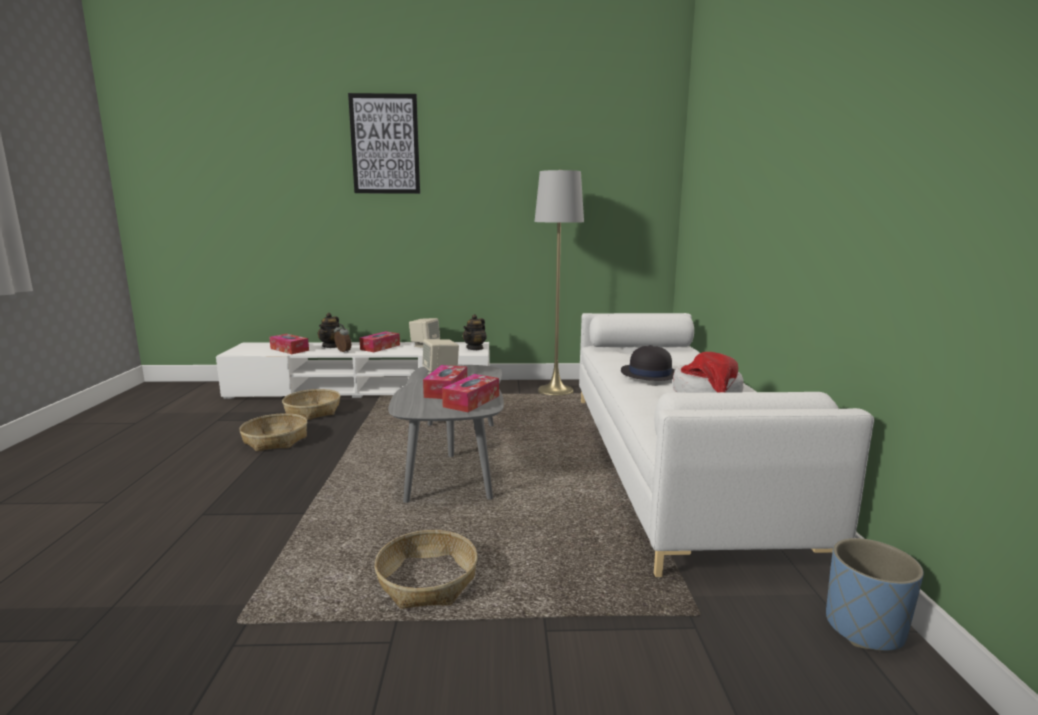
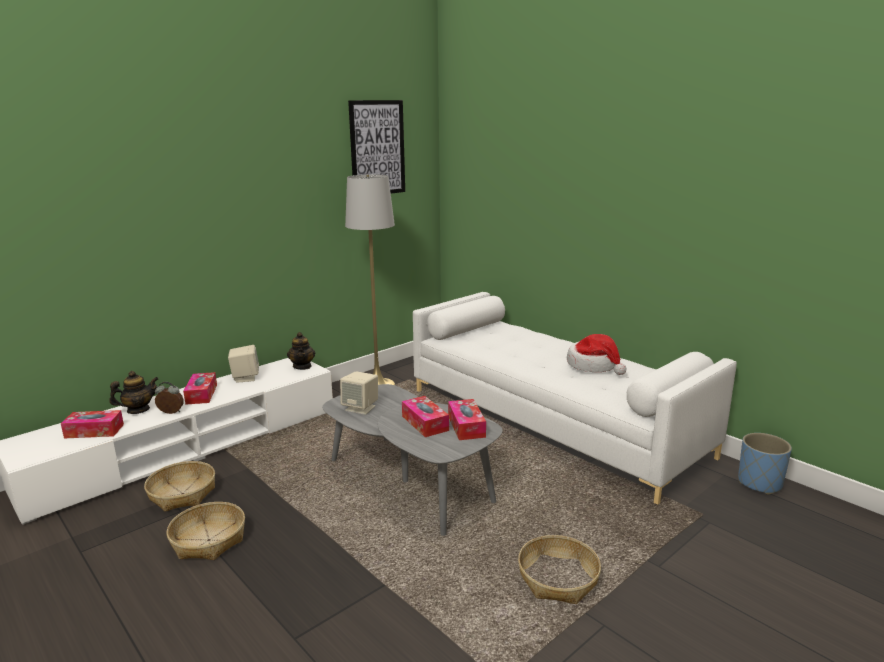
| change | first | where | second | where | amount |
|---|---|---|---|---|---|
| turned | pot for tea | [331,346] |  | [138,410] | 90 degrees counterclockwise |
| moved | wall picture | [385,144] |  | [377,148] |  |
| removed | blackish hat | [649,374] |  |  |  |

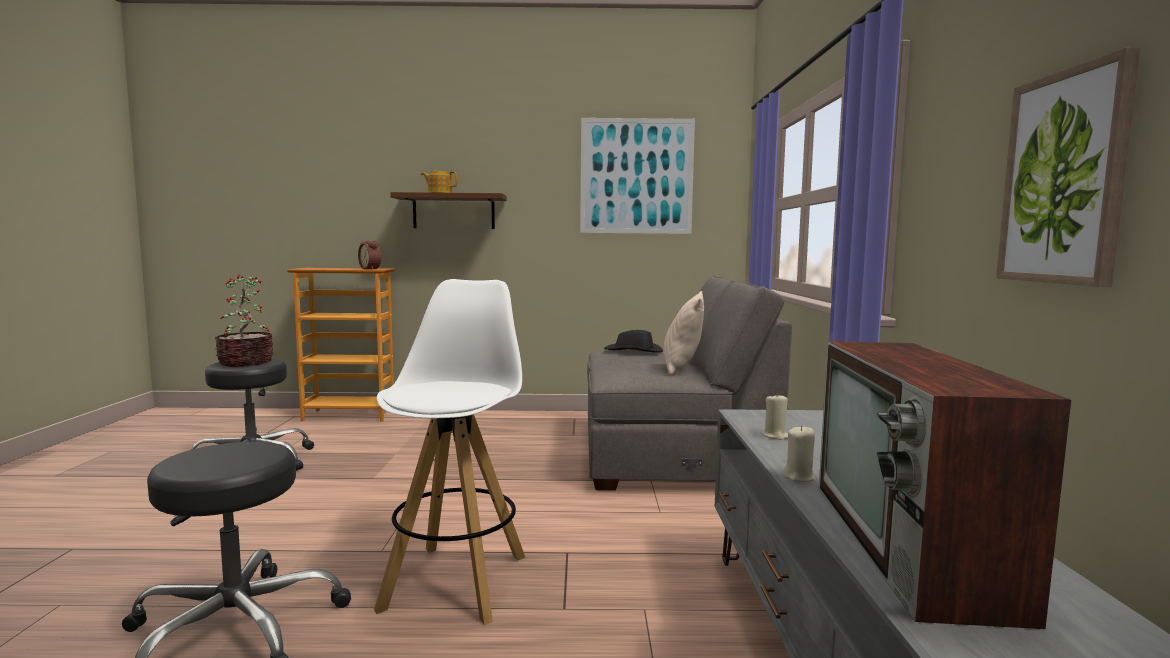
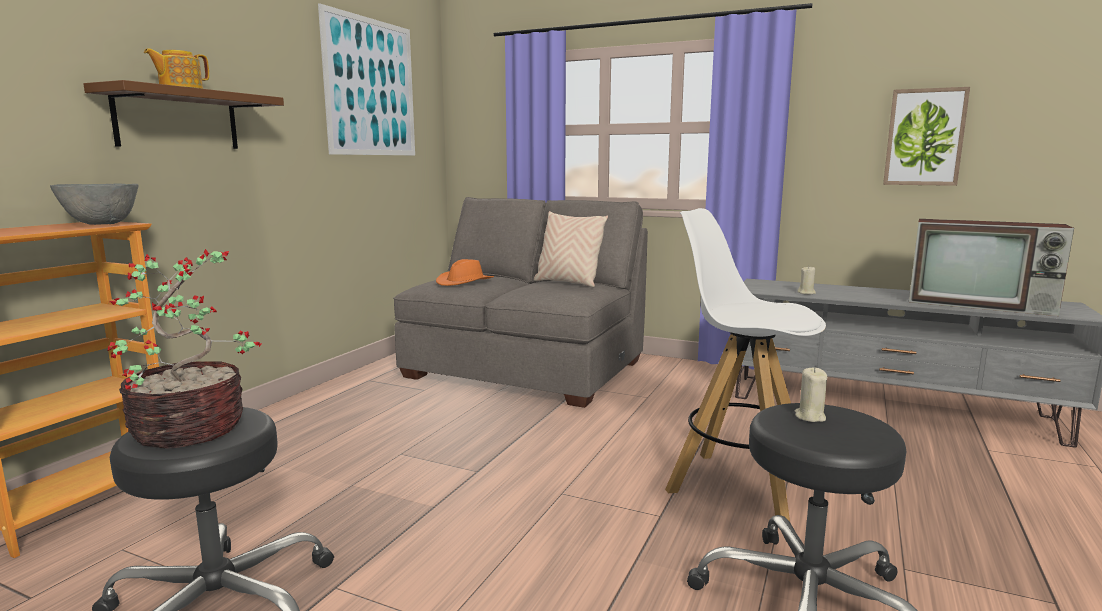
| change | first | where | second | where | amount |
|---|---|---|---|---|---|
| replaced | bedside clock | [371,269] | greyish deep dish | [102,224] |  |
| recoloured | blackish hat | [633,351] | orange hat | [465,282] |  |
| moved | sand-coloured wax light | [799,477] |  | [809,416] |  |

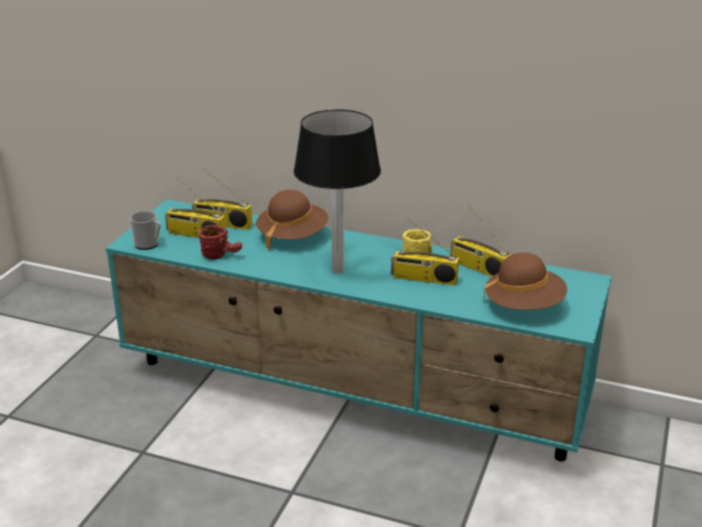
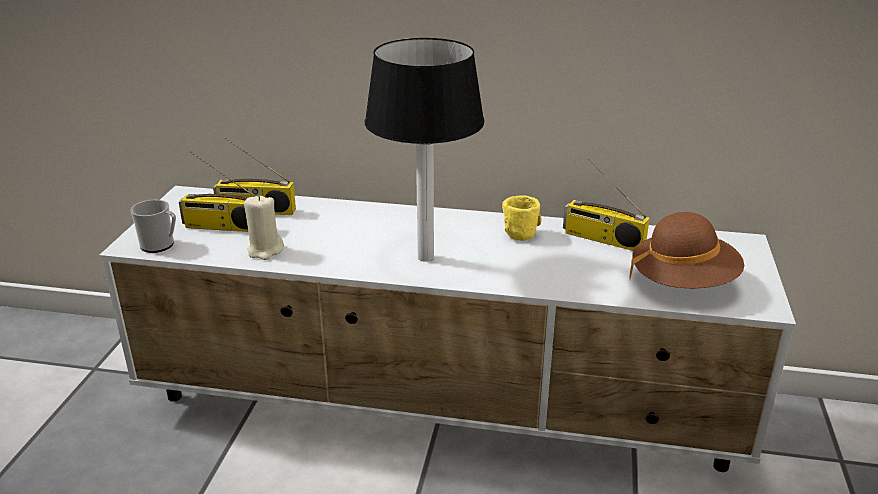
| change | first | where | second | where | amount |
|---|---|---|---|---|---|
| recoloured | turquoise tv stand | [353,392] | white-coloured tv stand | [442,409] |  |
| replaced | reddish mug | [222,255] | sand-coloured wax light | [265,250] |  |
| removed | brown hat | [292,236] |  |  |  |
| removed | radio | [423,279] |  |  |  |

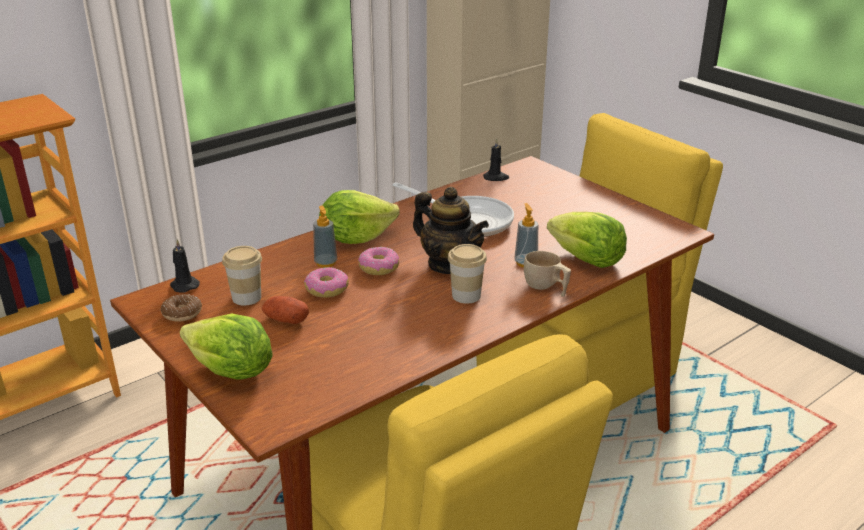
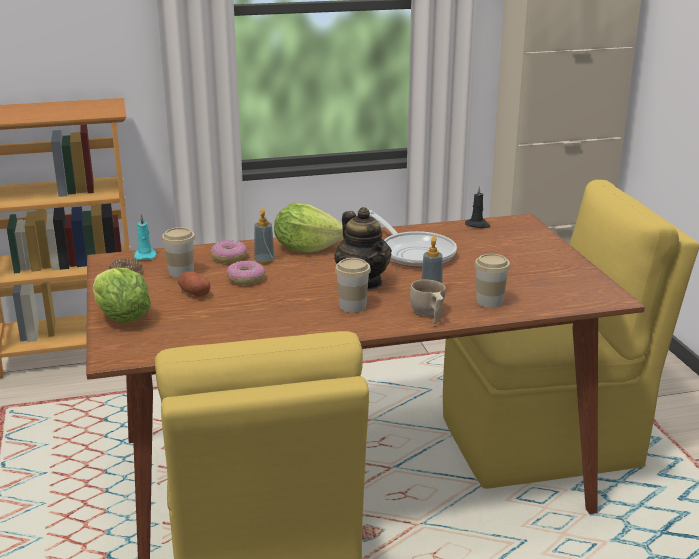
| change | first | where | second | where | amount |
|---|---|---|---|---|---|
| recoloured | blackish wax light | [184,285] | turquoise wax light | [145,255] |  |
| moved | doughnut | [379,268] |  | [229,258] |  |
| replaced | lettuce | [586,259] | small cup | [489,302] |  |

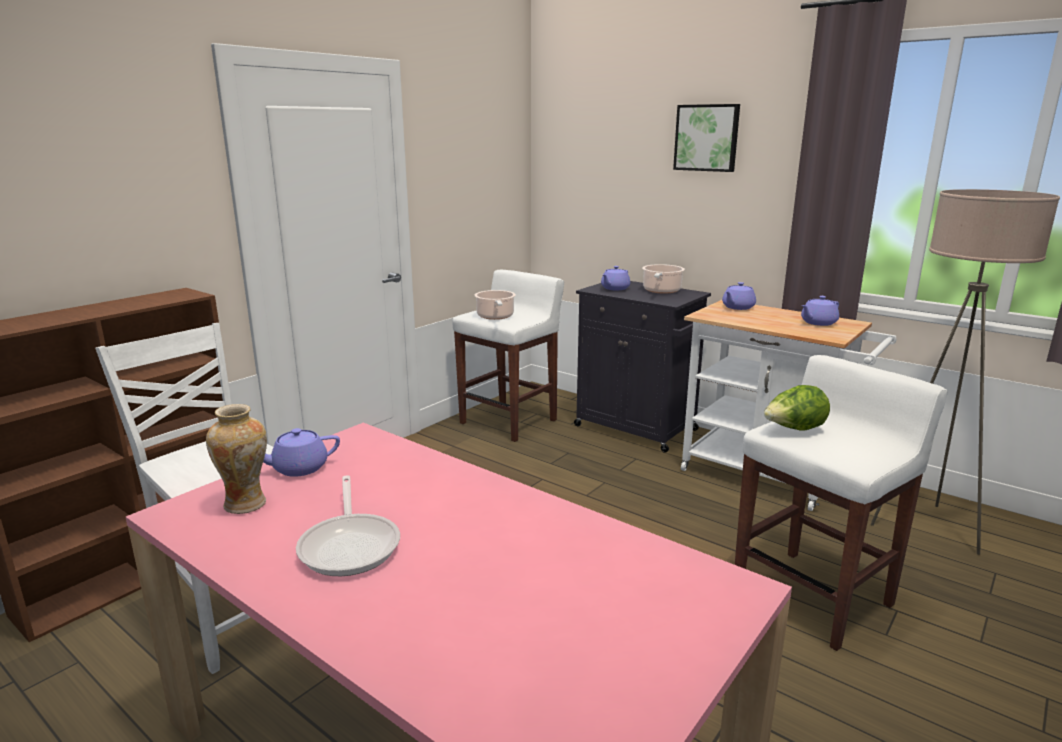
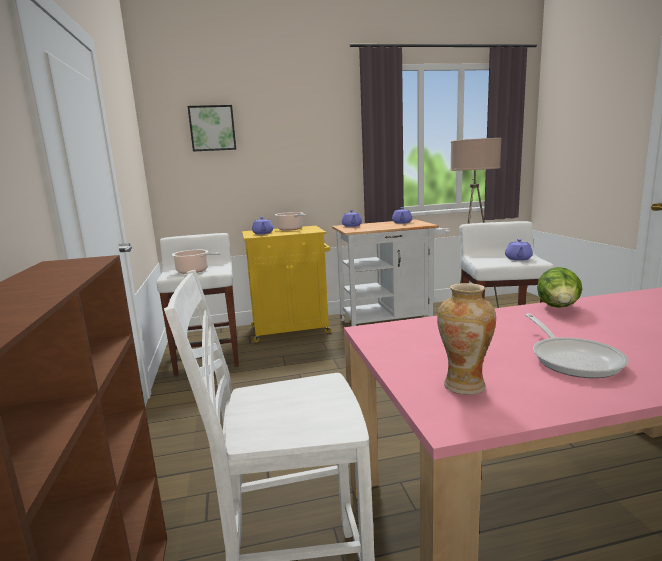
| change | first | where | second | where | amount |
|---|---|---|---|---|---|
| moved | wall picture | [707,138] |  | [212,128] |  |
| recoloured | blackish storage cabinet | [638,428] | yellowish storage cabinet | [292,329] |  |
| moved | purplish pot for tea | [298,468] |  | [518,259] |  |
| turned | pan | [350,545] |  | [572,359] | 60 degrees clockwise |
| moved | lettuce | [794,430] |  | [558,308] |  |

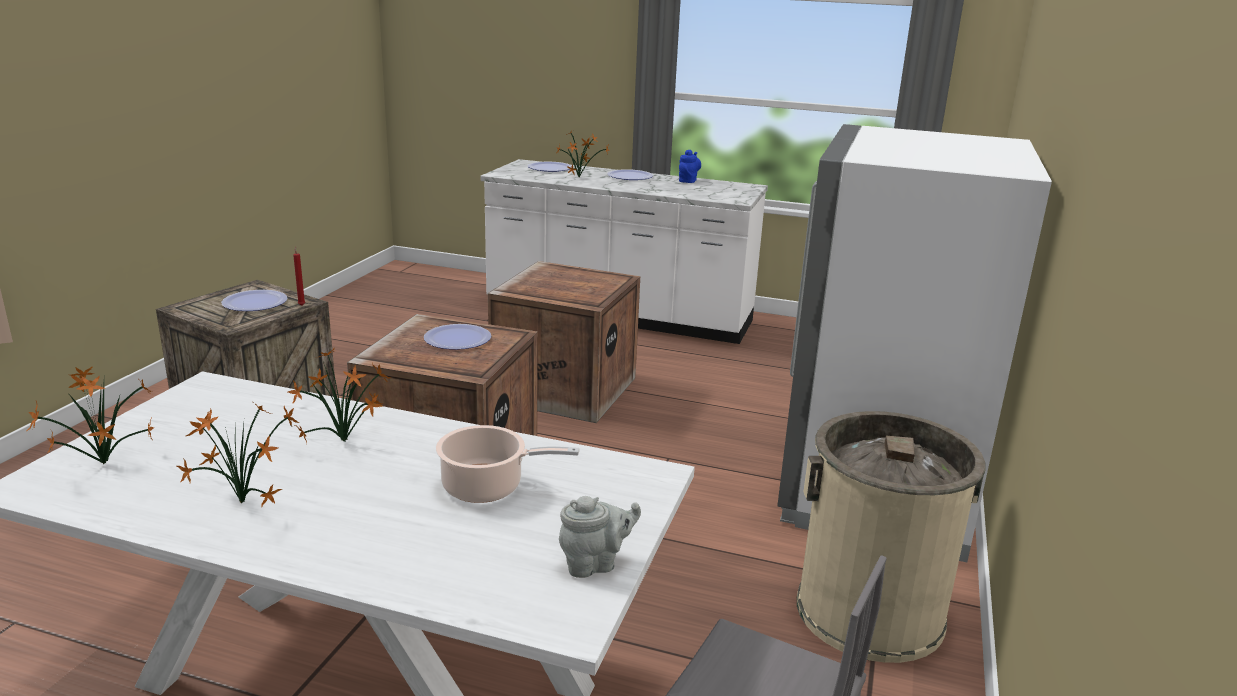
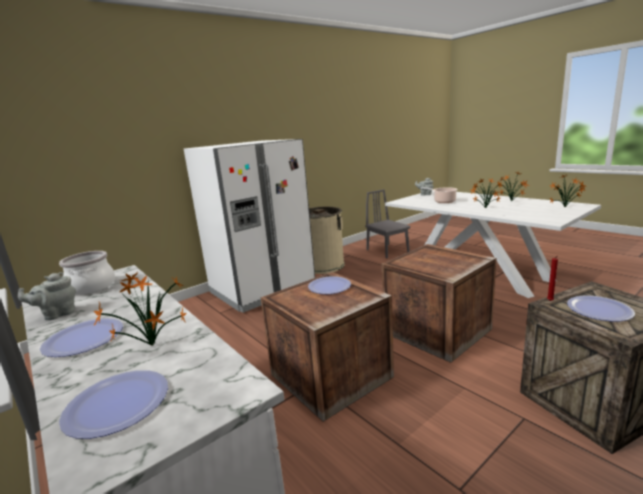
| change | first | where | second | where | amount |
|---|---|---|---|---|---|
| recoloured | bluish pot for tea | [688,180] | greyish pot for tea | [57,314] |  |
| added |  |  | cooking pot | [91,287] |  |
| moved | dinner plate | [457,339] |  | [329,286] |  |

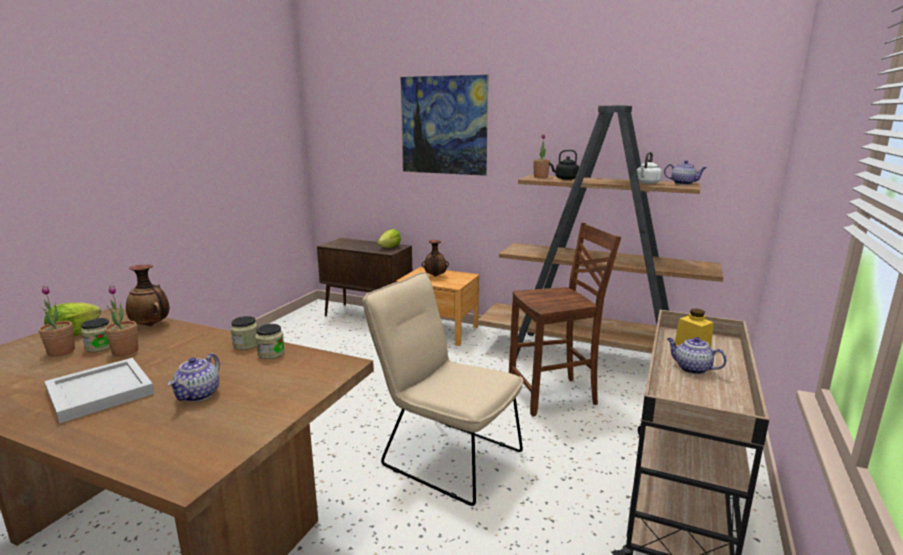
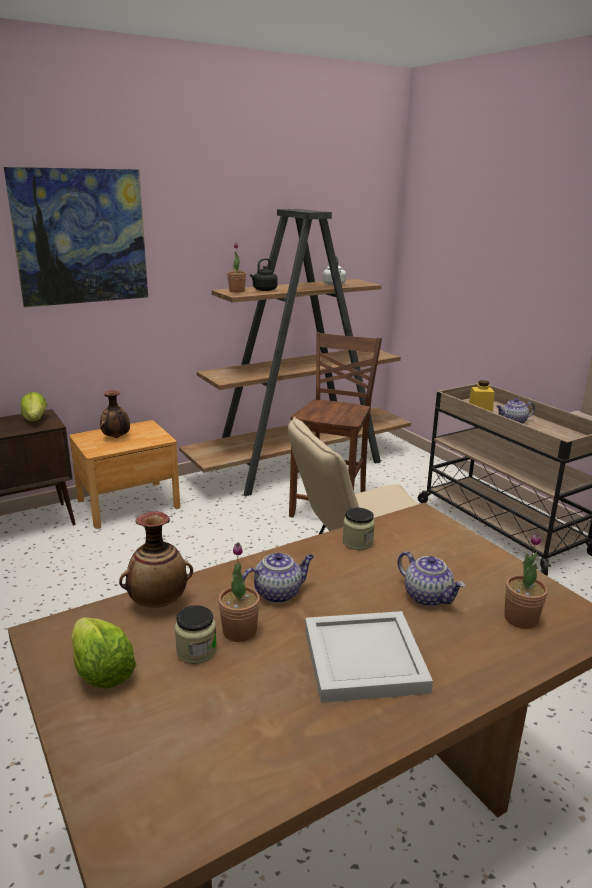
| change | first | where | second | where | amount |
|---|---|---|---|---|---|
| moved | pot for tea | [683,183] |  | [278,593] |  |
| moved | houseplant | [61,351] |  | [521,619] |  |
| removed | storage jar | [246,345] |  |  |  |

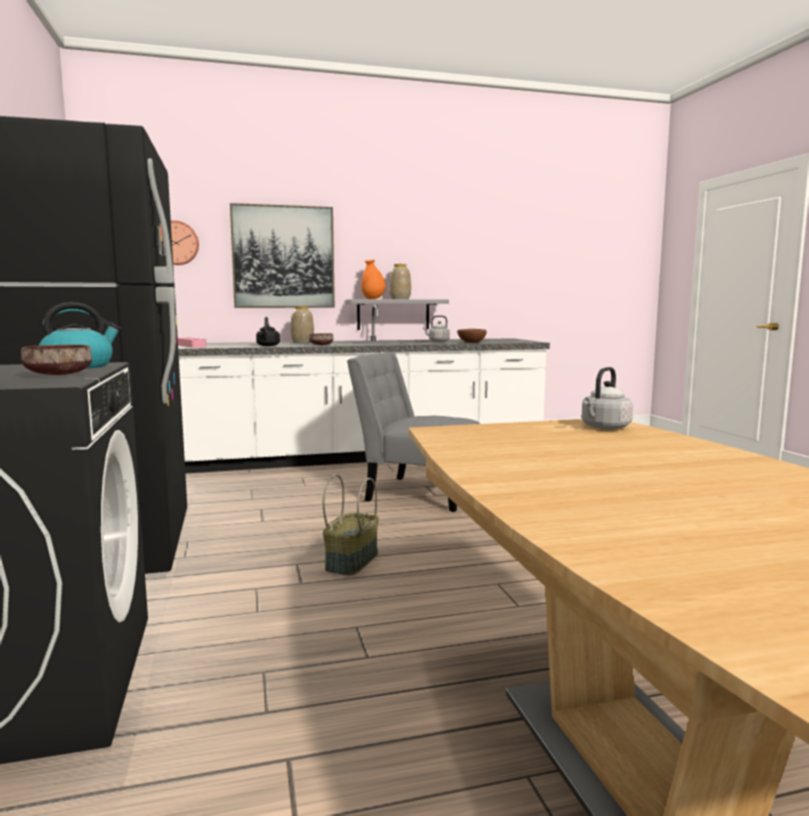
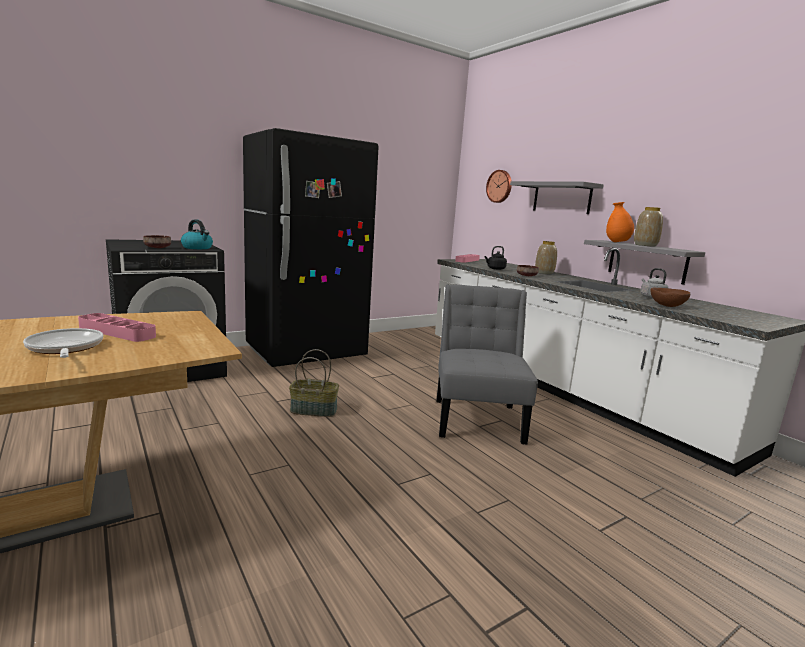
| change | first | where | second | where | amount |
|---|---|---|---|---|---|
| added |  |  | pan | [65,348] |  |
| added |  |  | pink tray | [117,332] |  |
| replaced | wall picture | [283,257] | greyish wall shelf | [561,198] |  |
| removed | greyish water kettle | [604,427] |  |  |  |

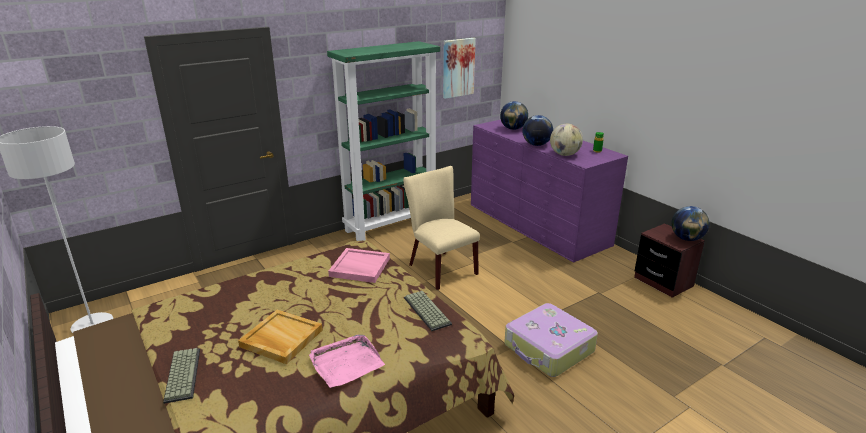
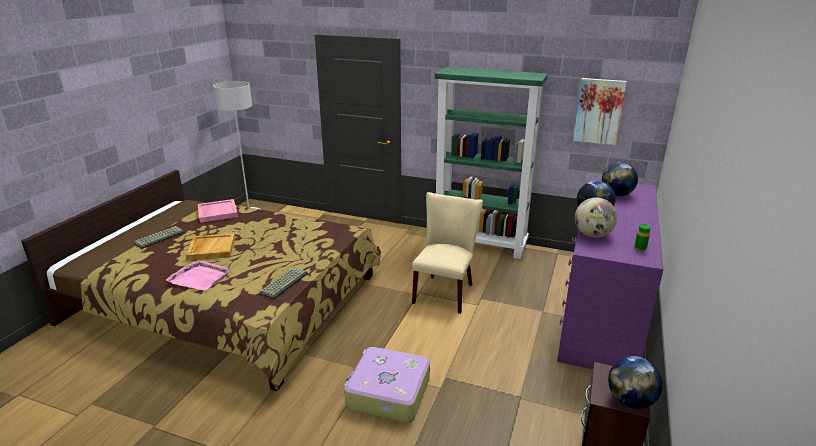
| change | first | where | second | where | amount |
|---|---|---|---|---|---|
| moved | pink tray | [359,267] |  | [217,212] |  |

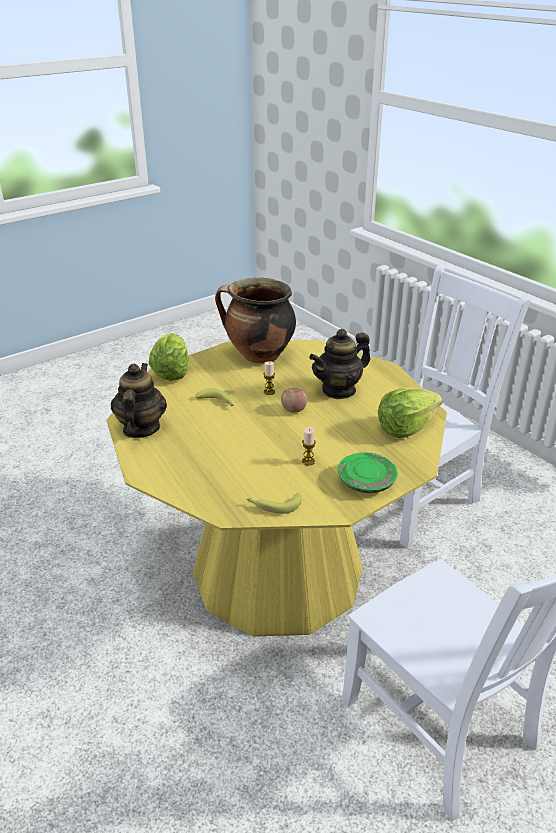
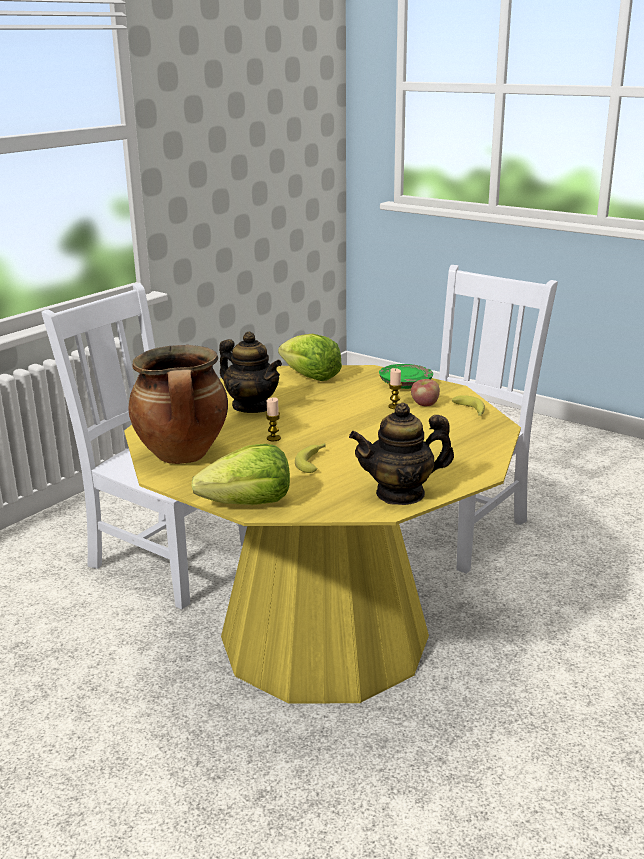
| change | first | where | second | where | amount |
|---|---|---|---|---|---|
| moved | apple | [293,409] |  | [425,404] |  |

